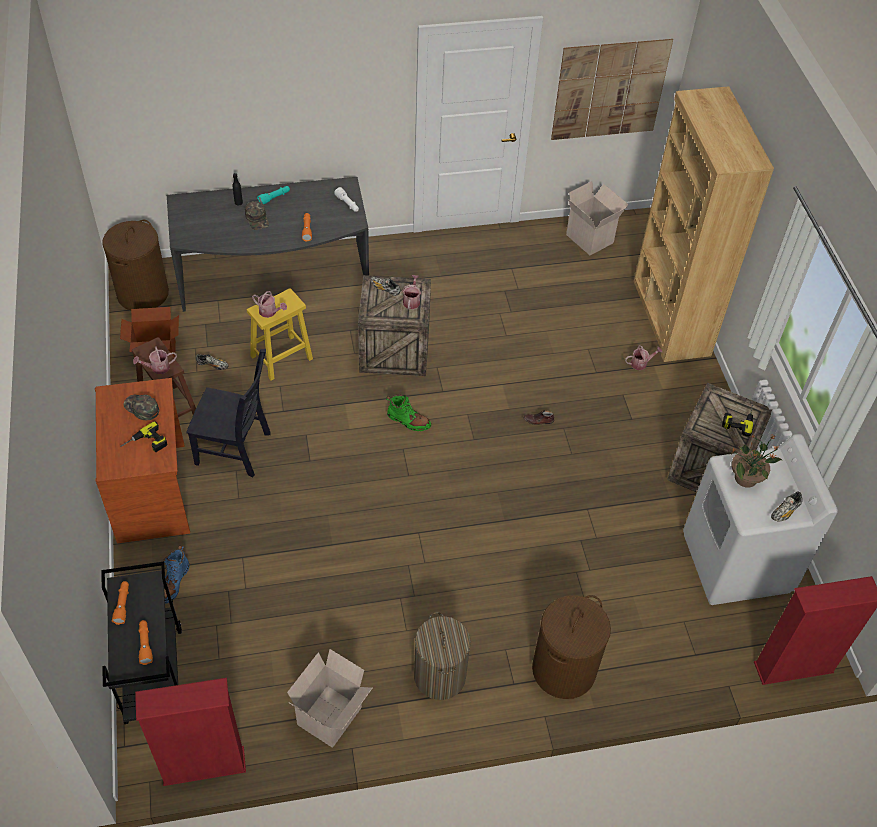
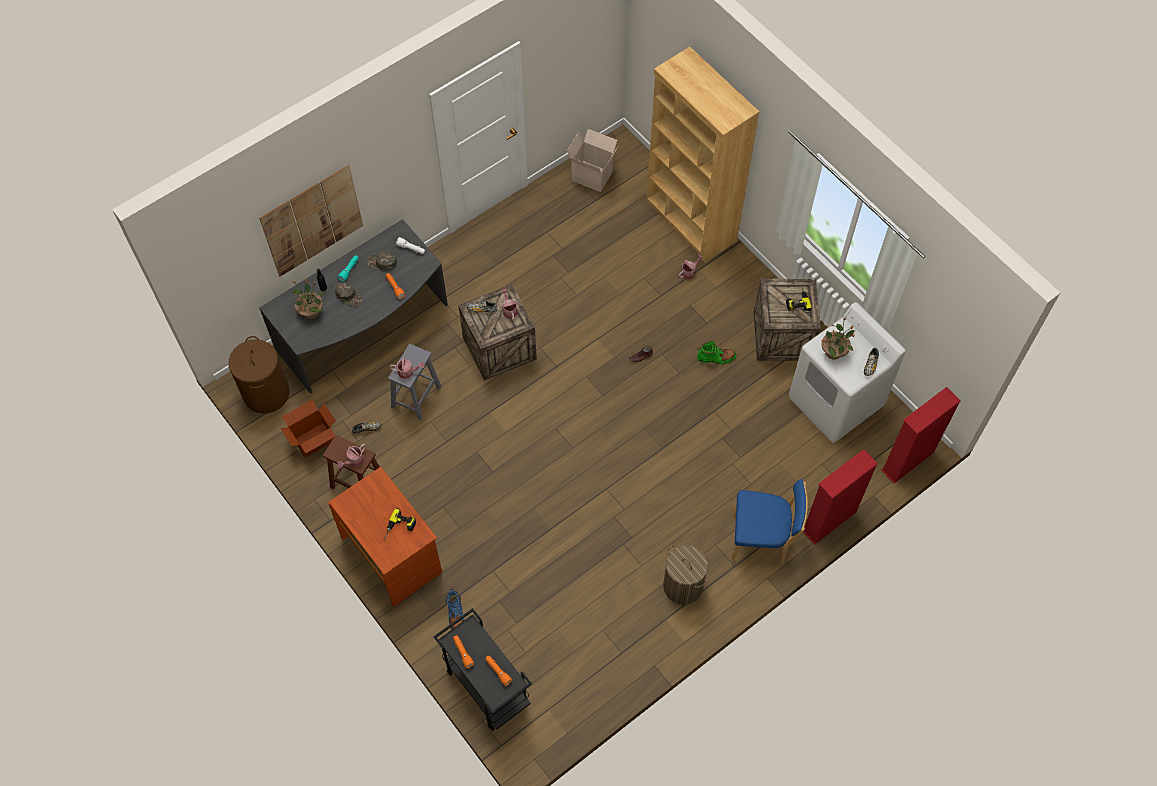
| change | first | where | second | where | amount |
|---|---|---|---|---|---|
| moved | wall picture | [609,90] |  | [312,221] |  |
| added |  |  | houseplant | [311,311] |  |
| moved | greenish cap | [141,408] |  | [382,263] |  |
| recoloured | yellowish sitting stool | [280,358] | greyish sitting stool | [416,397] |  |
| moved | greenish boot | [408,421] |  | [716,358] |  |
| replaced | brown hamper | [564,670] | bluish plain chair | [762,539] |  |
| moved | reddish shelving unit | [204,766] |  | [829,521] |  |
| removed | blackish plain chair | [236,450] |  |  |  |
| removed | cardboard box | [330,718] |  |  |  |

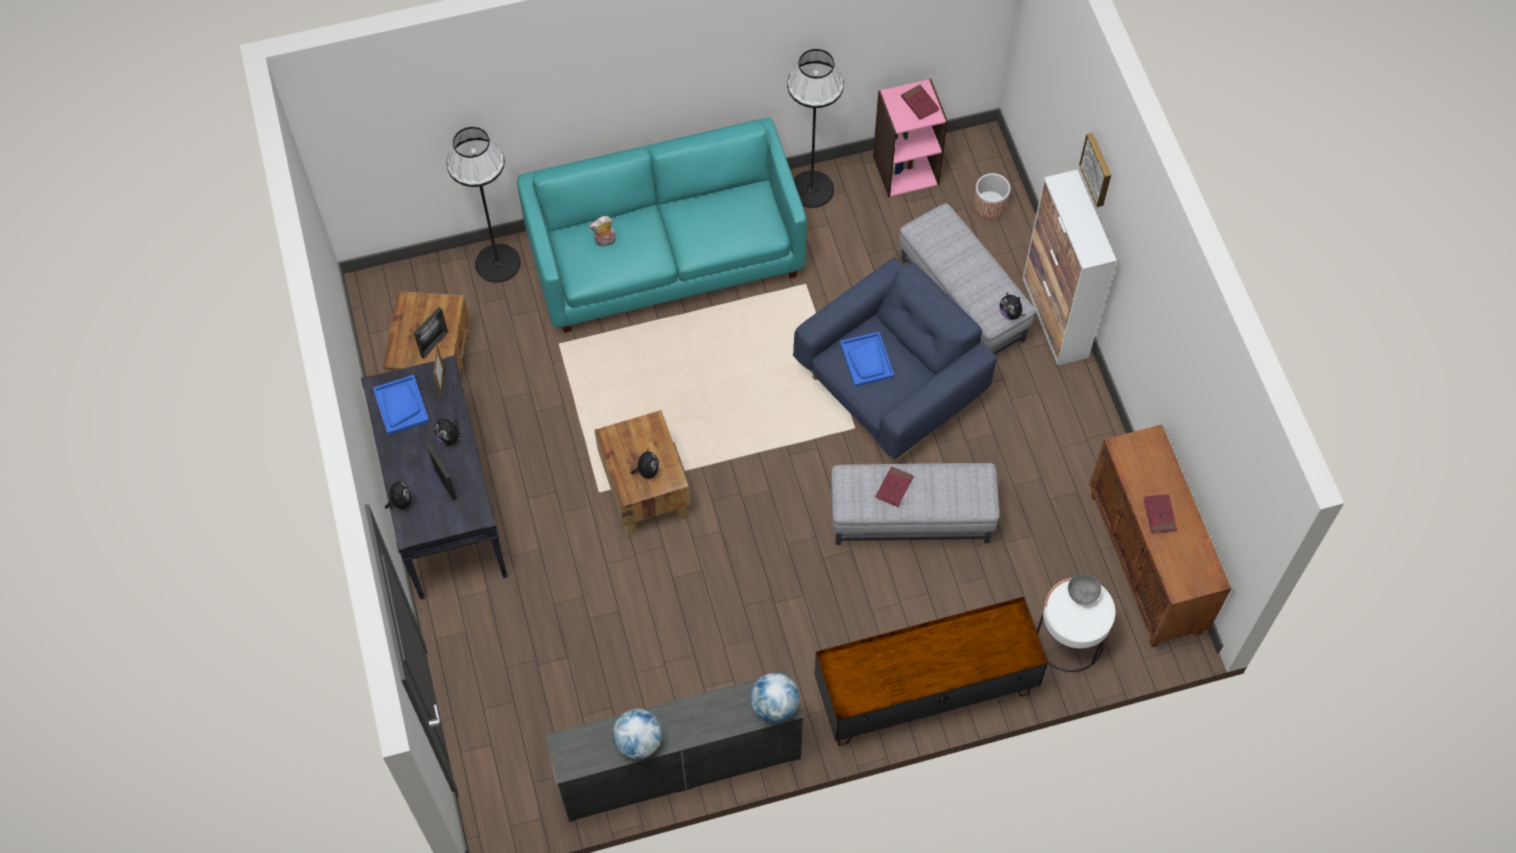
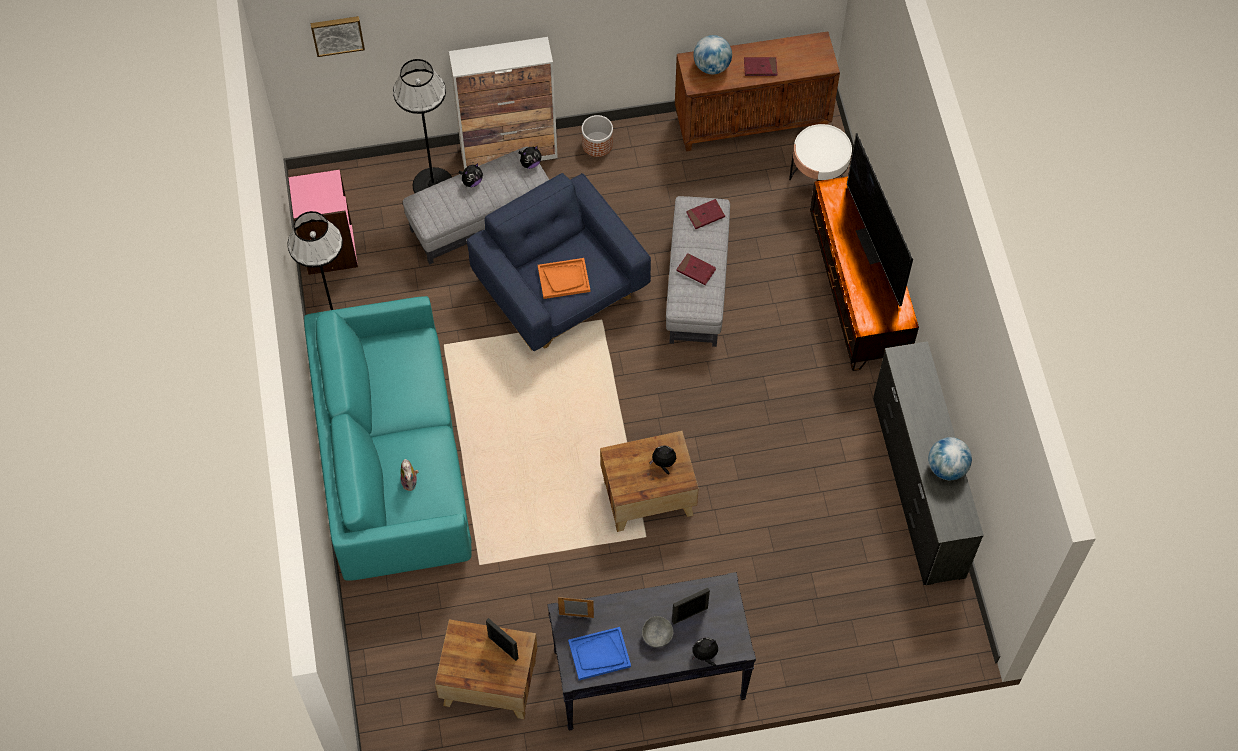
| change | first | where | second | where | amount |
|---|---|---|---|---|---|
| moved | wall picture | [1098,169] |  | [337,34] |  |
| moved | blackish standing lamp | [498,263] |  | [433,185] |  |
| moved | cuddly toy | [449,437] |  | [472,181] |  |
| recoloured | bluish tray | [867,360] | orange tray | [564,279] |  |
| moved | planter | [990,205] |  | [597,144] |  |
| moved | greyish deep dish | [1083,595] |  | [657,636] |  |
| moved | reddish volume | [919,103] |  | [705,215] |  |
| moved | world globe | [774,706] |  | [712,66] |  |
| added |  |  | TV | [873,245] |  |

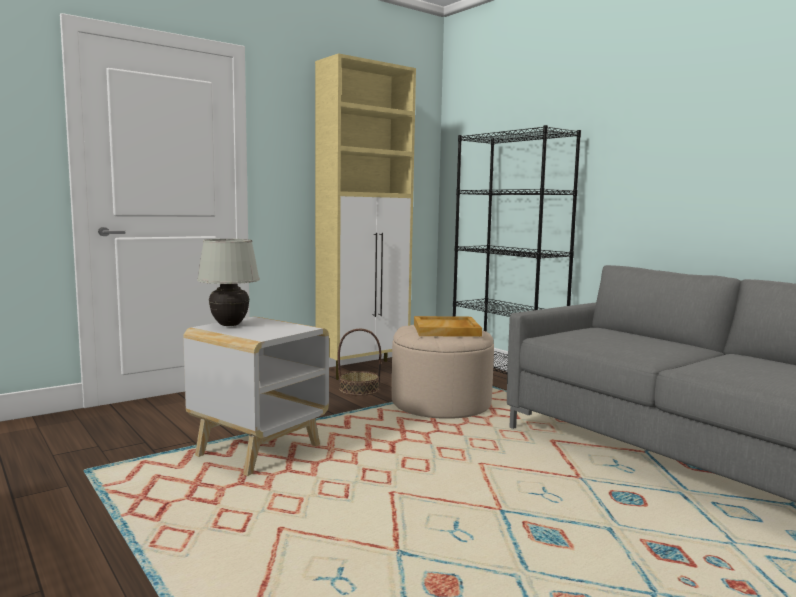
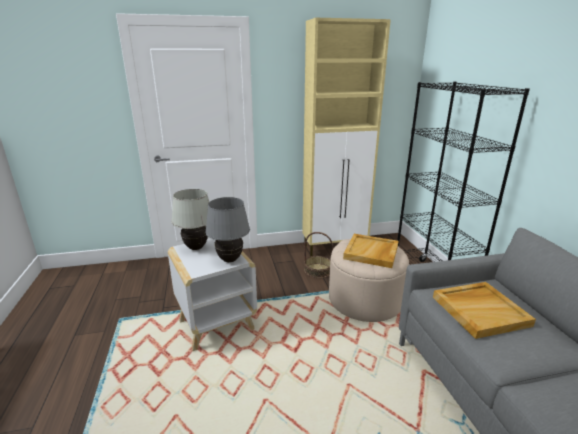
| change | first | where | second | where | amount |
|---|---|---|---|---|---|
| added |  |  | greyish table lamp | [230,260] |  |
| added |  |  | sand-coloured tray | [480,310] |  |

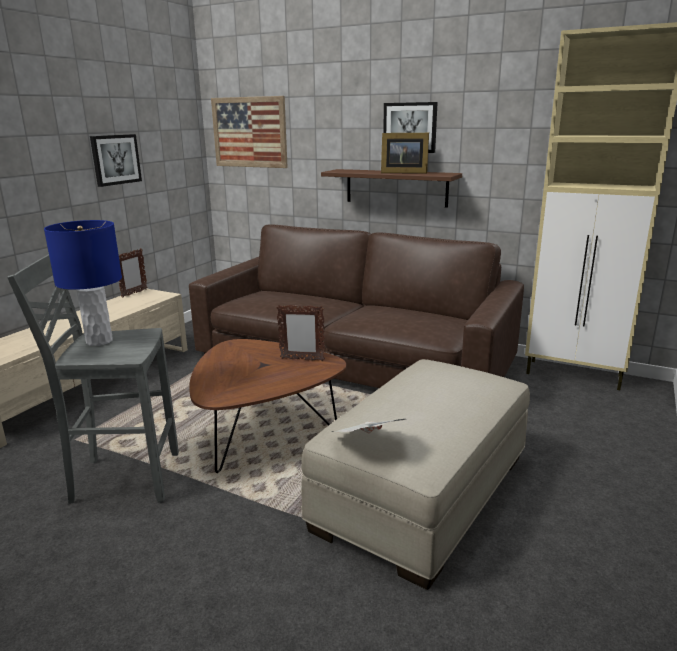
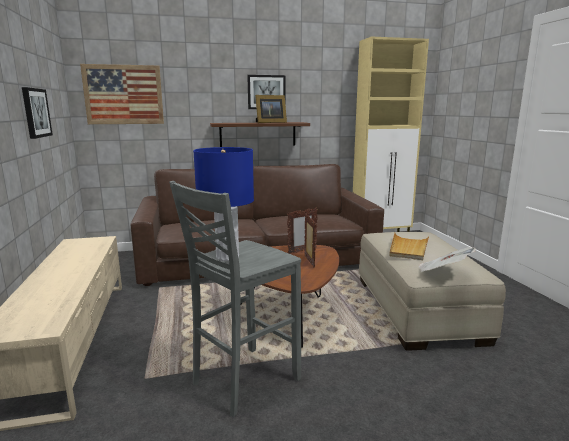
| change | first | where | second | where | amount |
|---|---|---|---|---|---|
| moved | standing frame | [134,293] |  | [309,261] |  |
| added |  |  | sand-coloured tray | [408,248] |  |

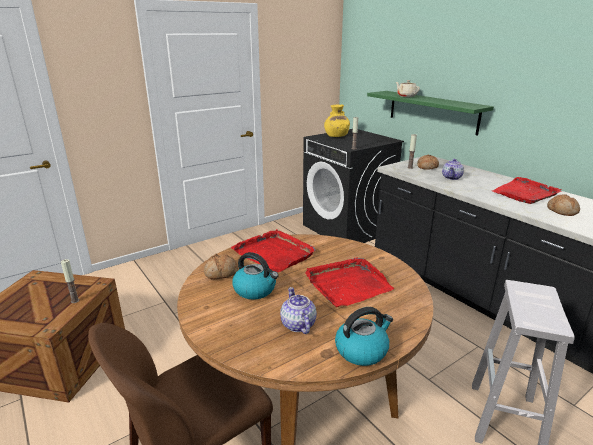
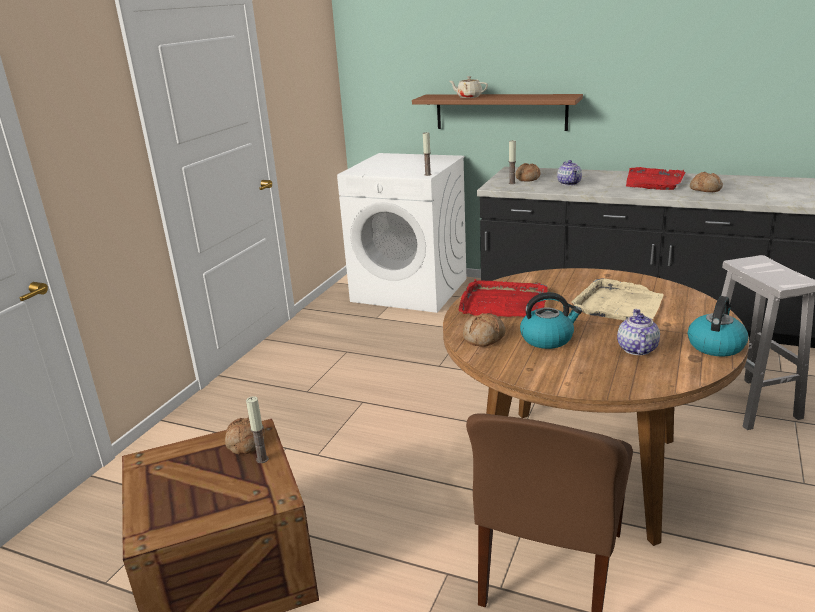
| change | first | where | second | where | amount |
|---|---|---|---|---|---|
| added |  |  | bread | [245,442] |  |
| recoloured | blackish laundry machine | [347,228] | white-coloured laundry machine | [410,290] |  |
| recoloured | greenish wall shelf | [432,111] | brown wall shelf | [500,112] |  |
| recoloured | reddish tray | [347,284] | sand-coloured tray | [619,305] |  |
| turned | pot for tea | [298,325] |  | [636,349] | 60 degrees clockwise |
| removed | yellowish vase | [336,136] |  |  |  |

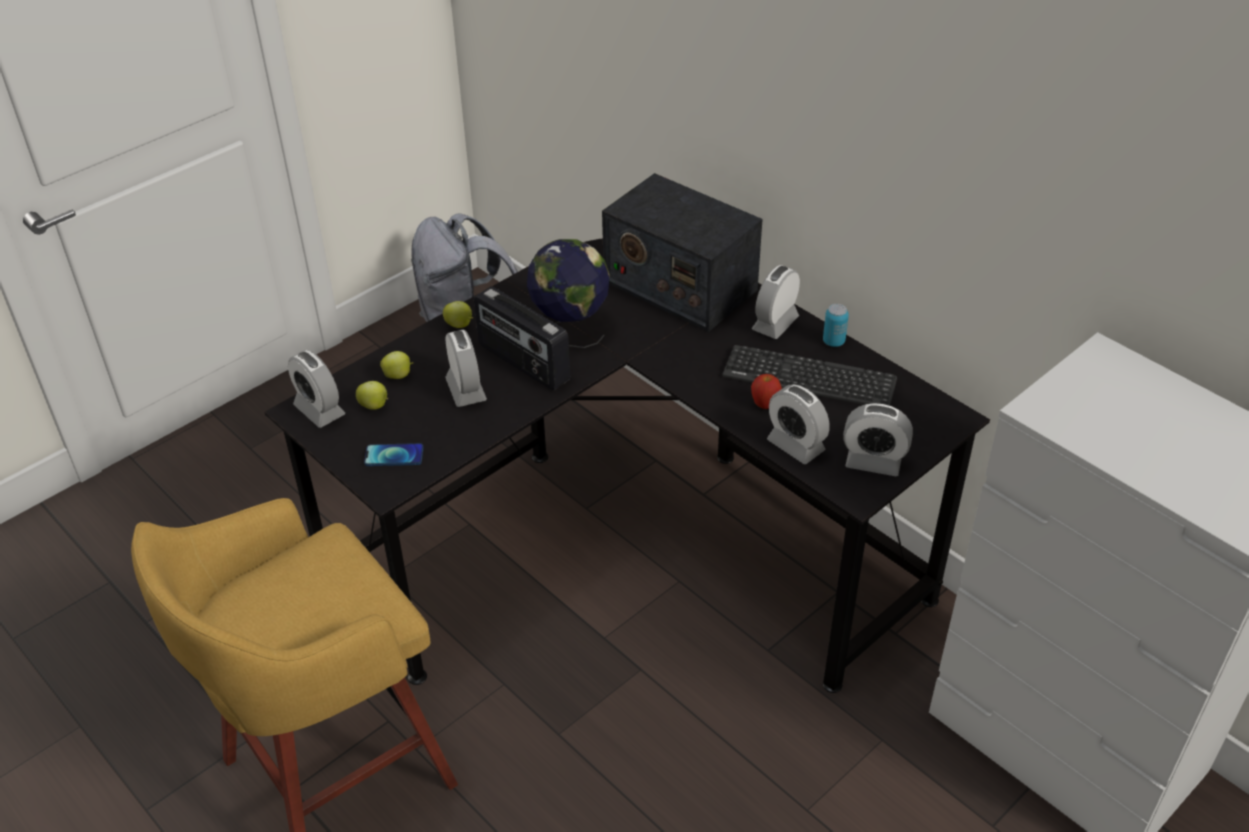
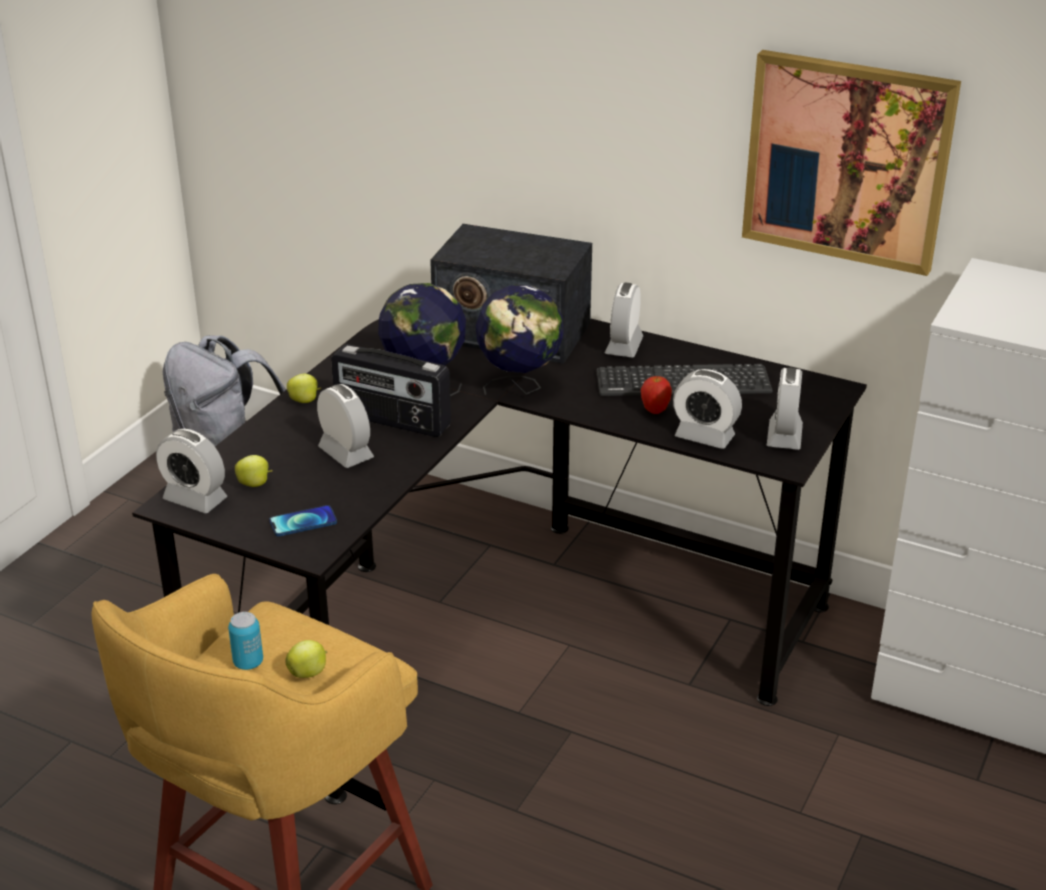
| change | first | where | second | where | amount |
|---|---|---|---|---|---|
| moved | sealed can | [833,341] |  | [248,662] |  |
| moved | apple | [398,376] |  | [308,673] |  |
| added |  |  | world globe | [520,387] |  |
| added |  |  | wall picture | [847,161] |  |
| turned | bedside clock | [873,462] |  | [784,436] | 105 degrees clockwise |

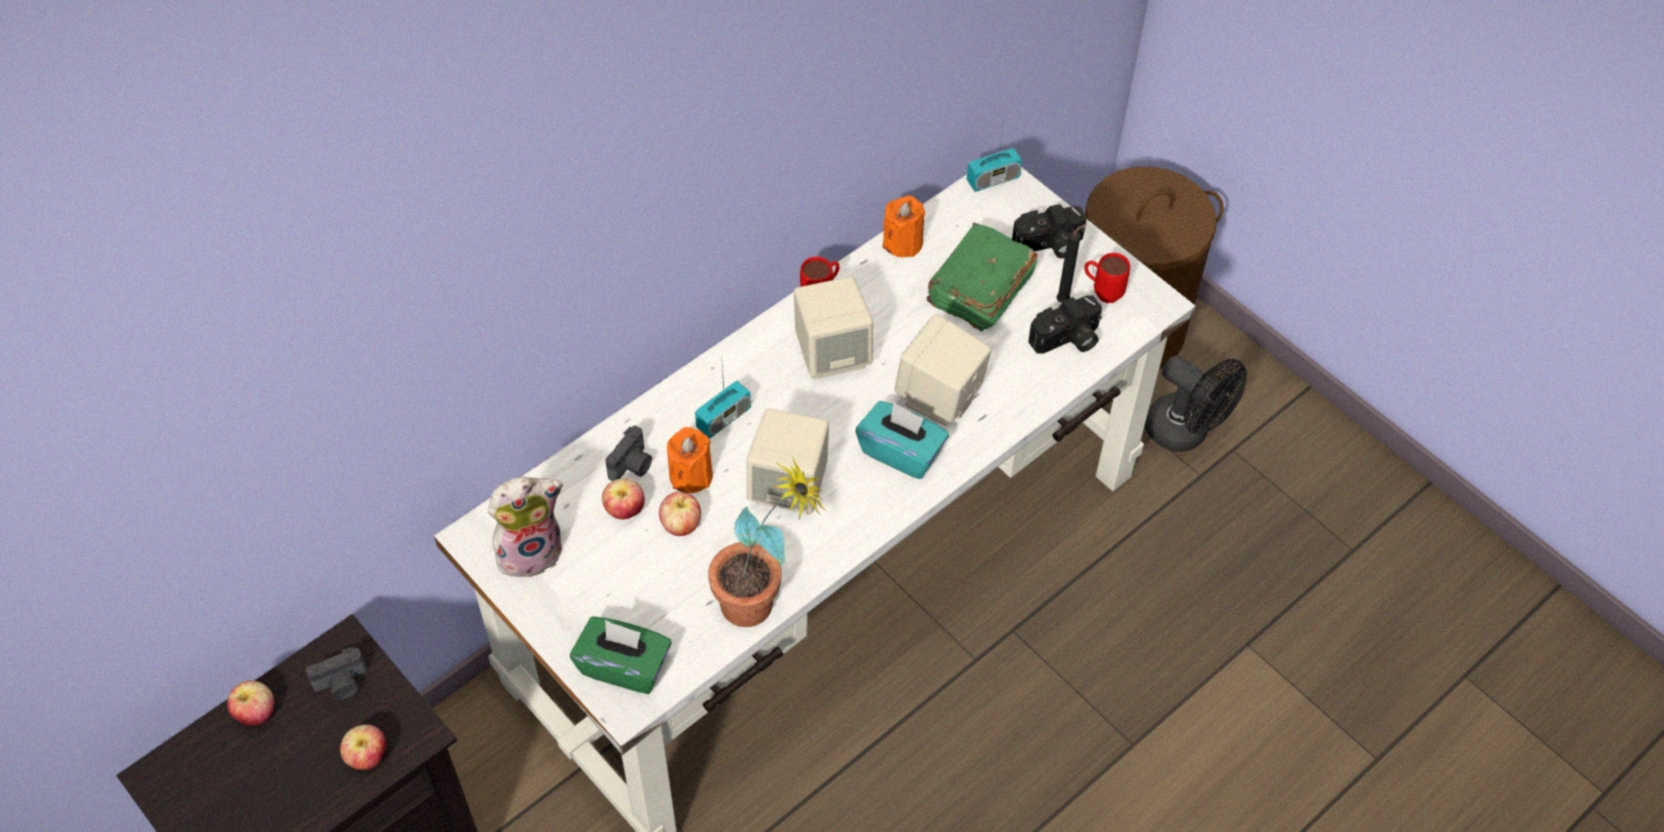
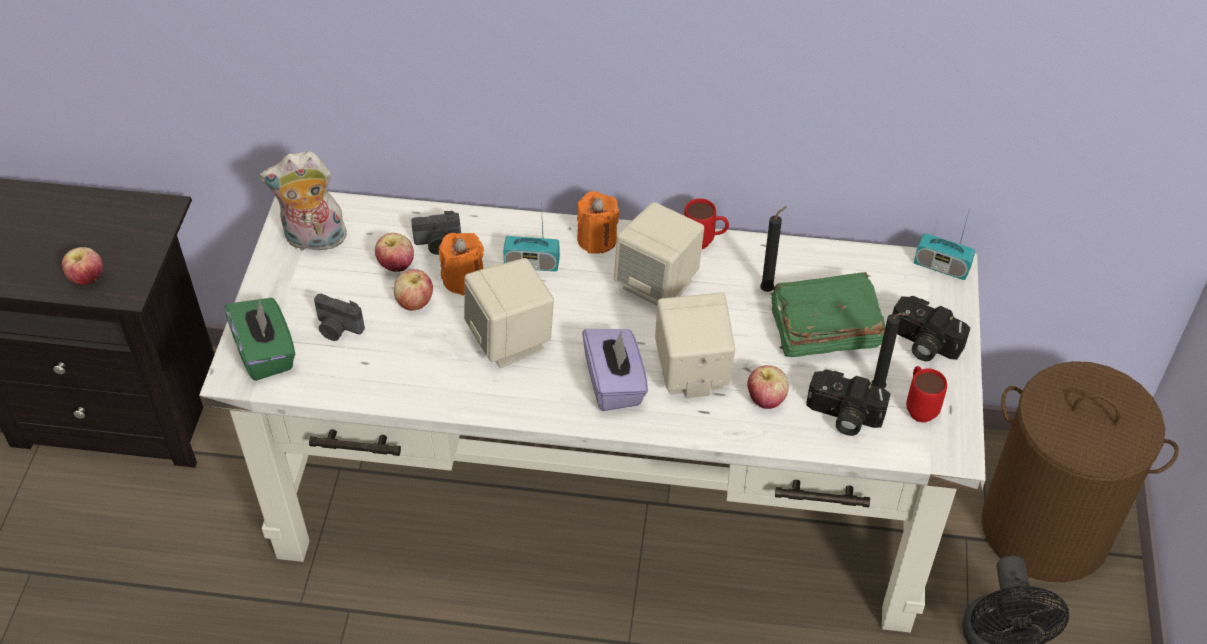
| change | first | where | second | where | amount |
|---|---|---|---|---|---|
| turned | cuddly toy | [531,550] |  | [314,240] | 150 degrees clockwise |
| moved | still camera | [342,684] |  | [337,329] |  |
| moved | orange wax light | [903,242] |  | [597,239] |  |
| recoloured | turquoise tissue box | [901,452] | purplish tissue box | [615,384] |  |
| moved | apple | [256,713] |  | [766,399] |  |
| added |  |  | blackish wax light | [768,289] |  |
| removed | houseplant | [764,603] |  |  |  |

